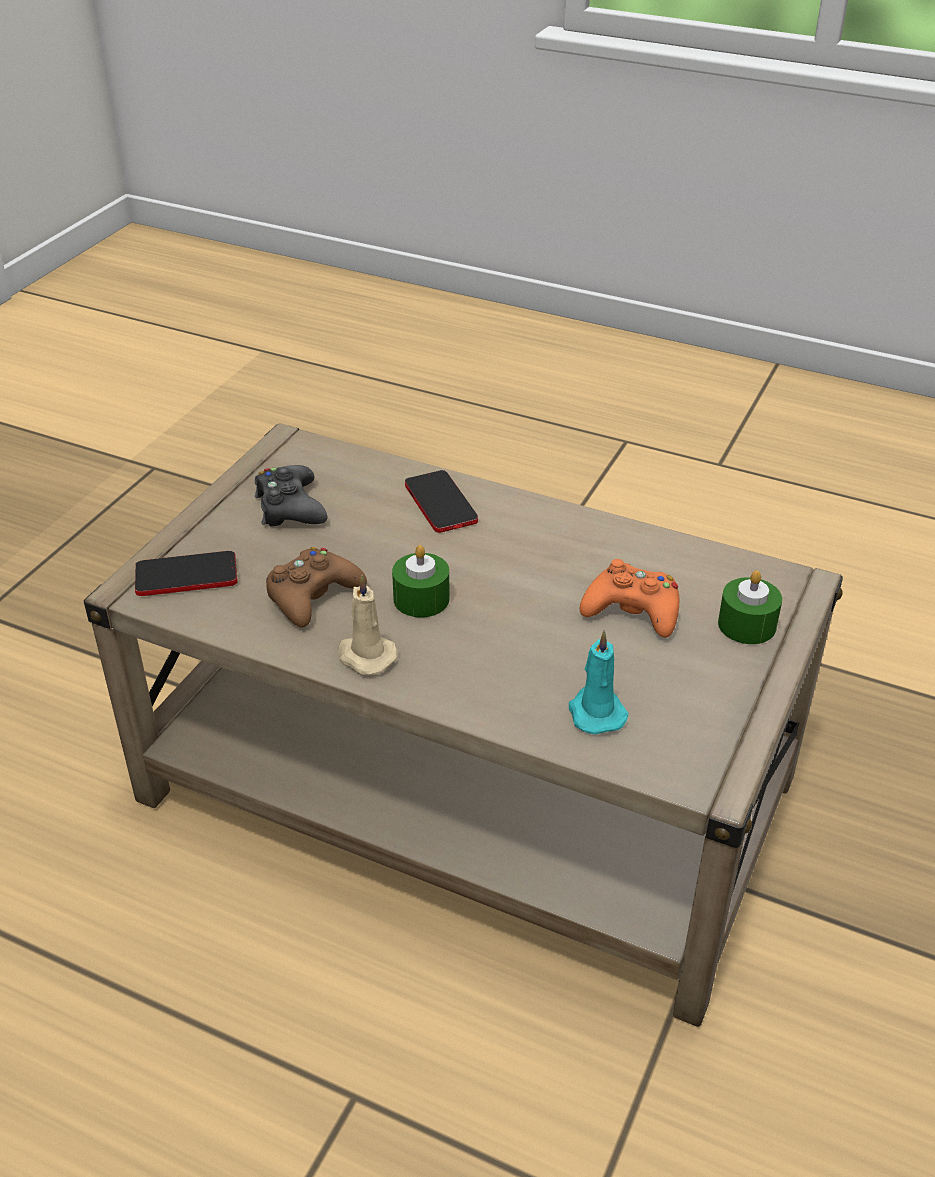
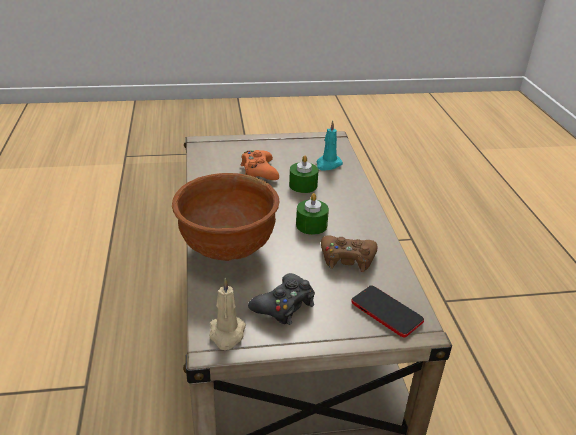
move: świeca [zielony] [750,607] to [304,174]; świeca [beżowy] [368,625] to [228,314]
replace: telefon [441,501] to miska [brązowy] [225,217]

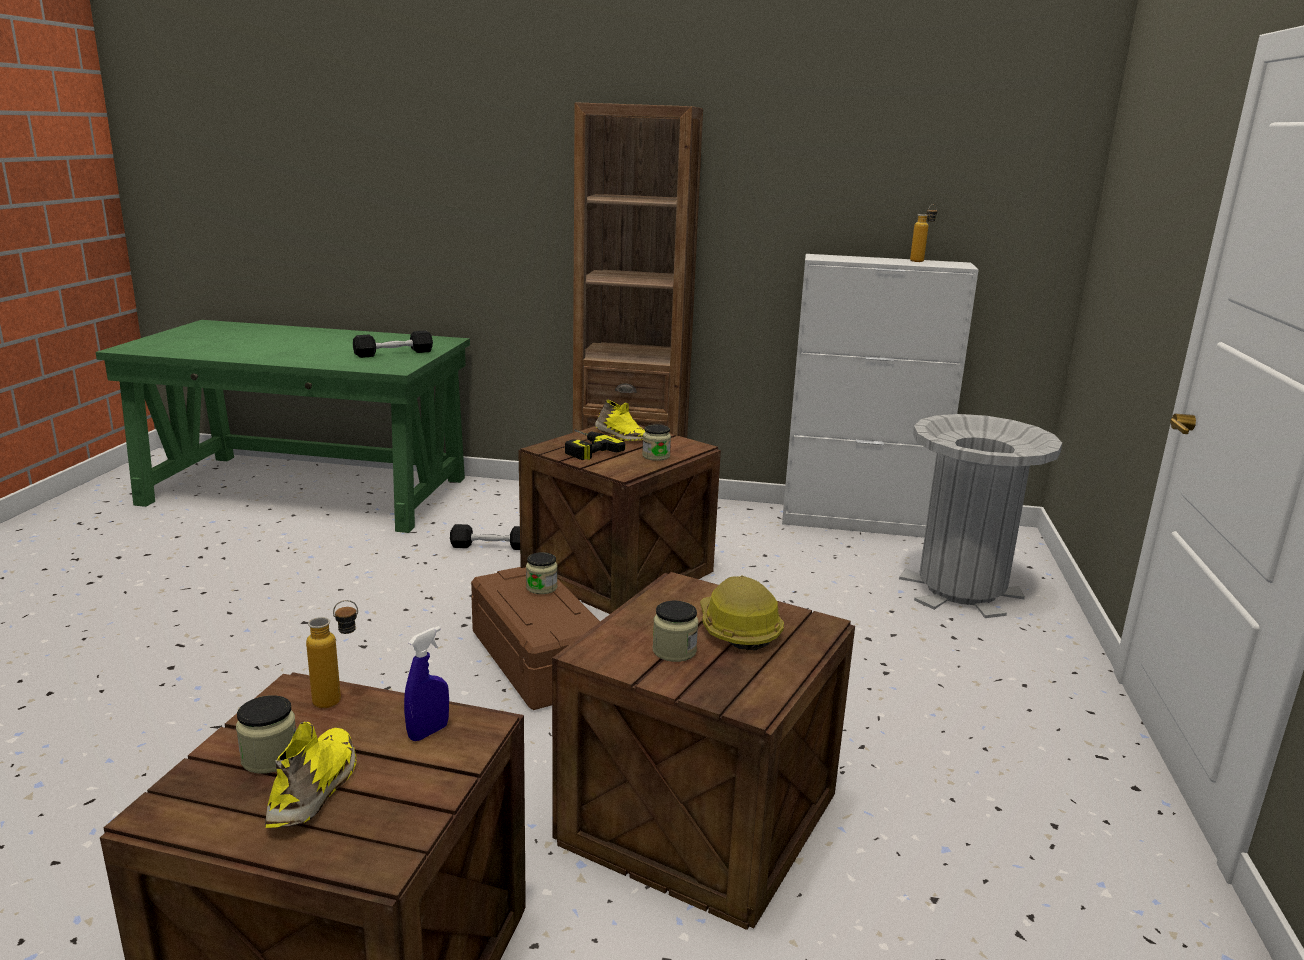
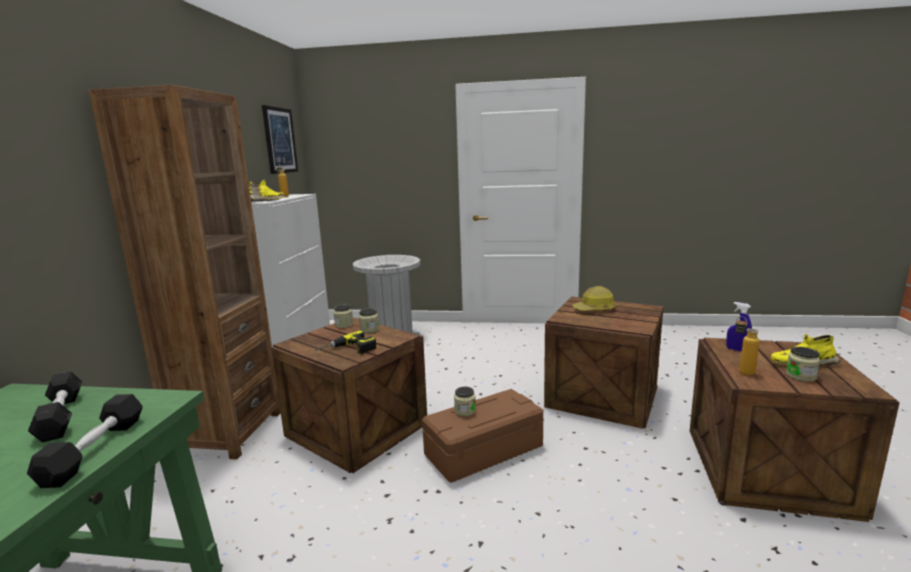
insert: obraz [280,139]
move: but [żółty] [620,420] to [266,190]; hantel [czarny] [485,537] to [85,441]; słoik [675,631] to [343,316]

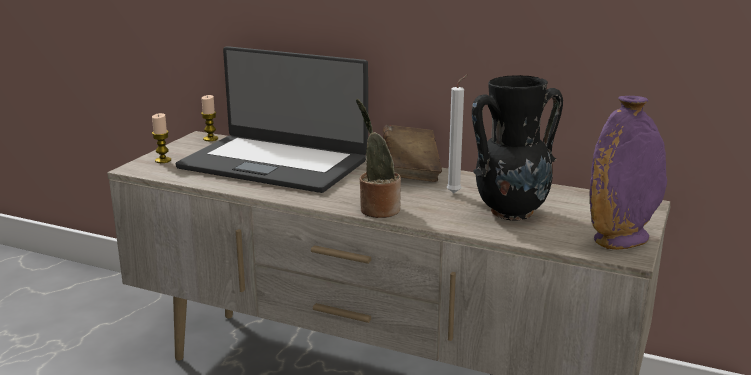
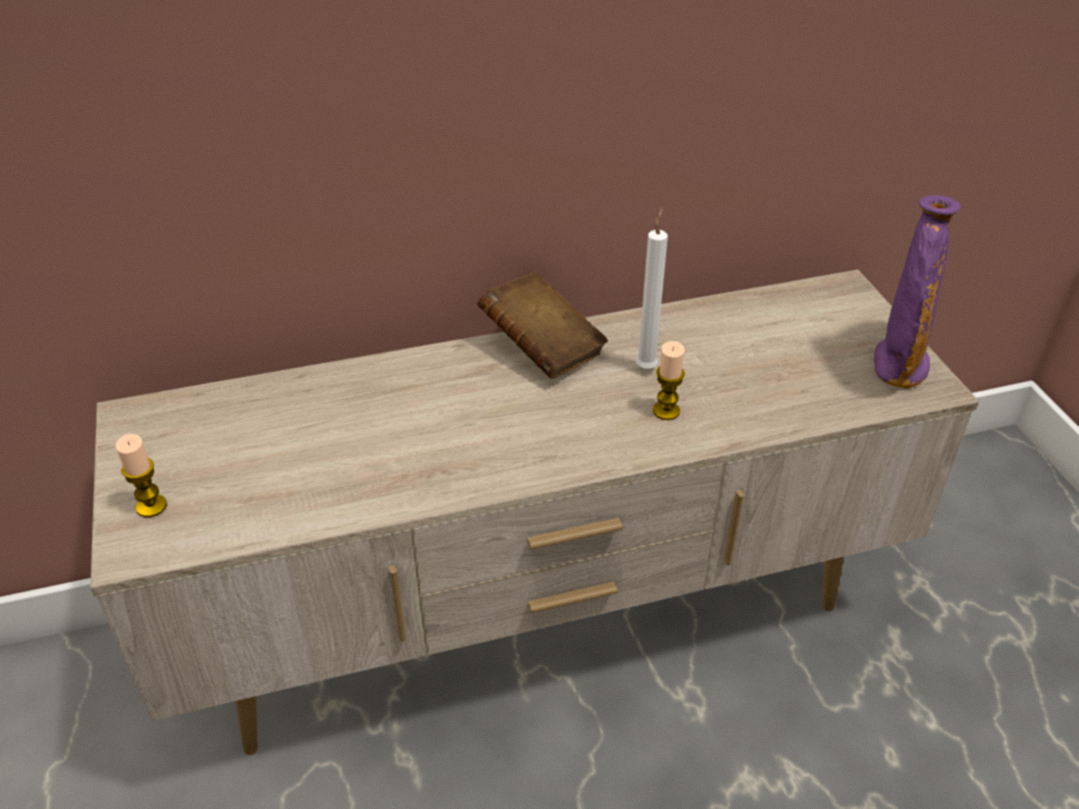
delete: laptop [272,119]; wazon [czarny] [517,148]; roślina doniczkowa [378,158]
move: świeca [209,118] to [669,380]

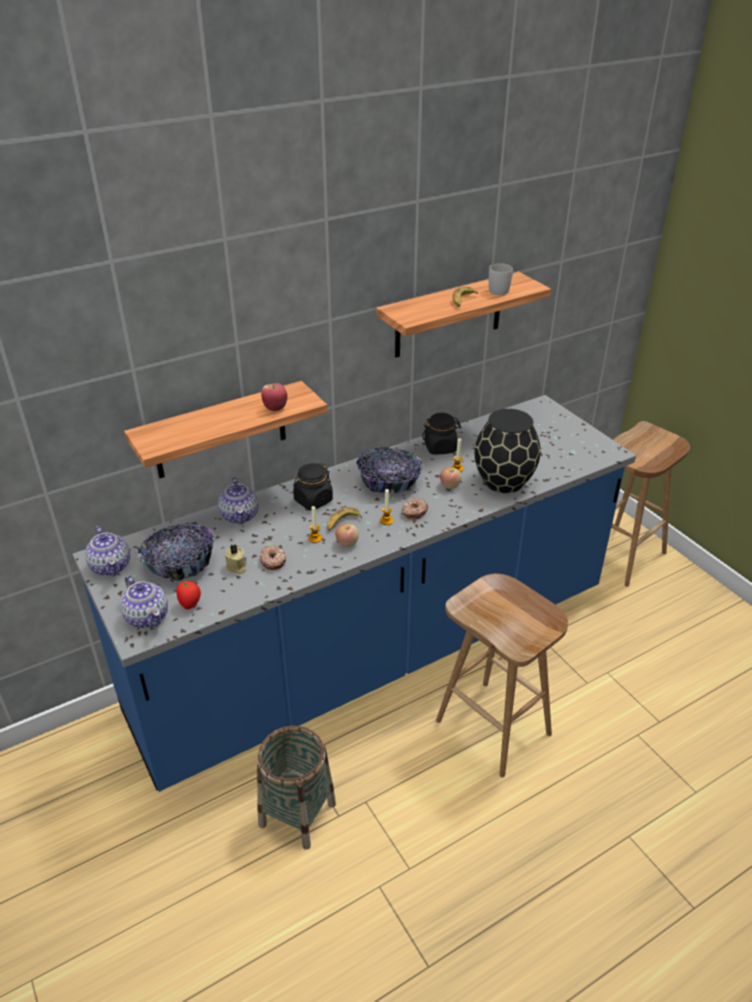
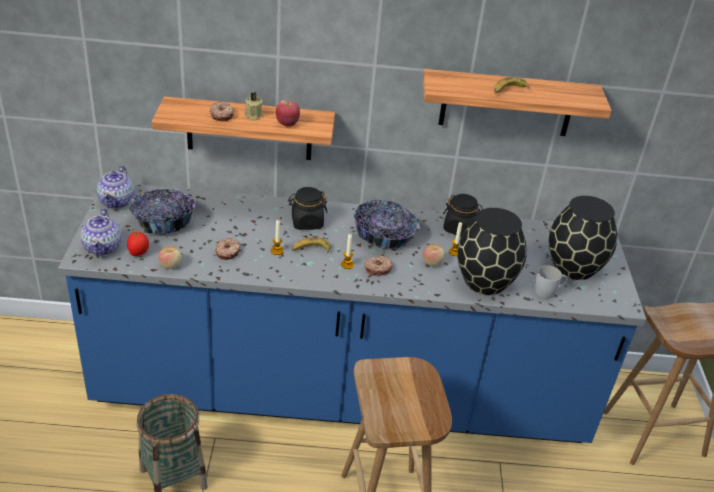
delete: imbryk [238,501]
insert: donut [222,112]; wazon [czarny] [583,238]
move: kubek [biały] [501,279] to [551,281]; jabłko [347,535] to [170,257]; świeca [beżowy] [235,559] to [253,106]

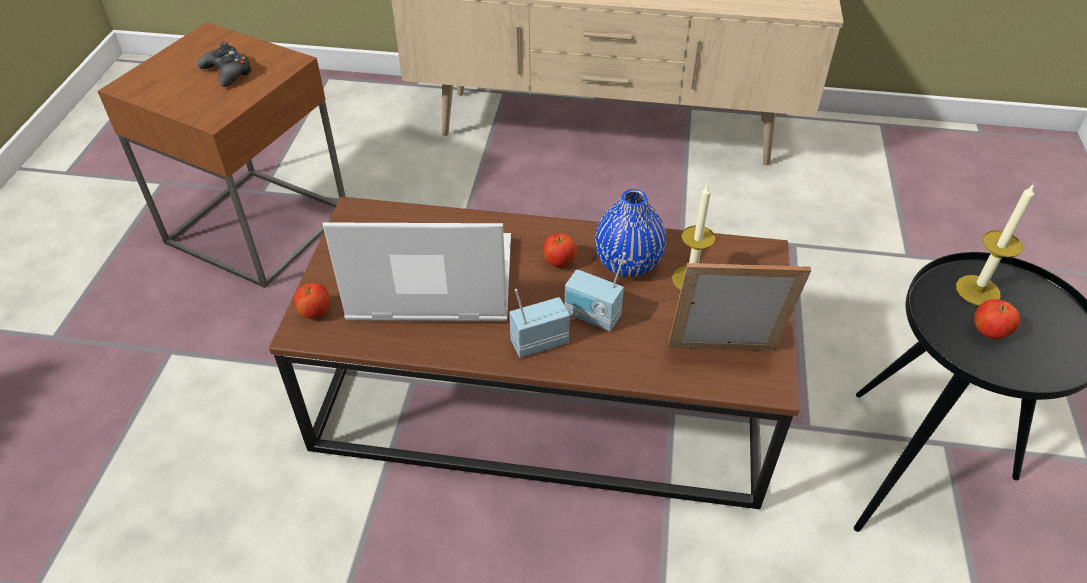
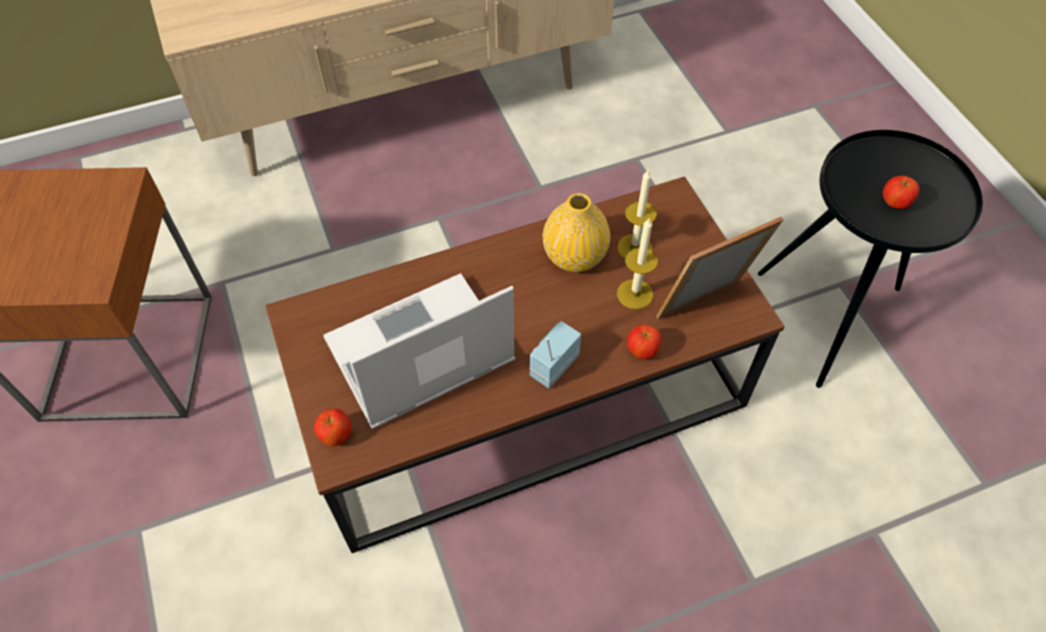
delete: pad do gier [czarny] [225,64]; radio [595,291]
move: świeca [995,245] to [637,263]; jabłko [560,250] to [644,342]
recolor: wazon [niebieski] [630,233] to wazon [żółty] [576,232]

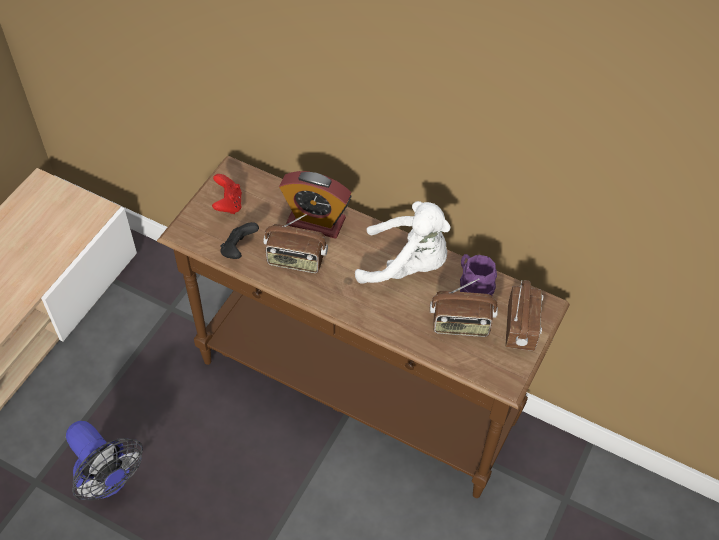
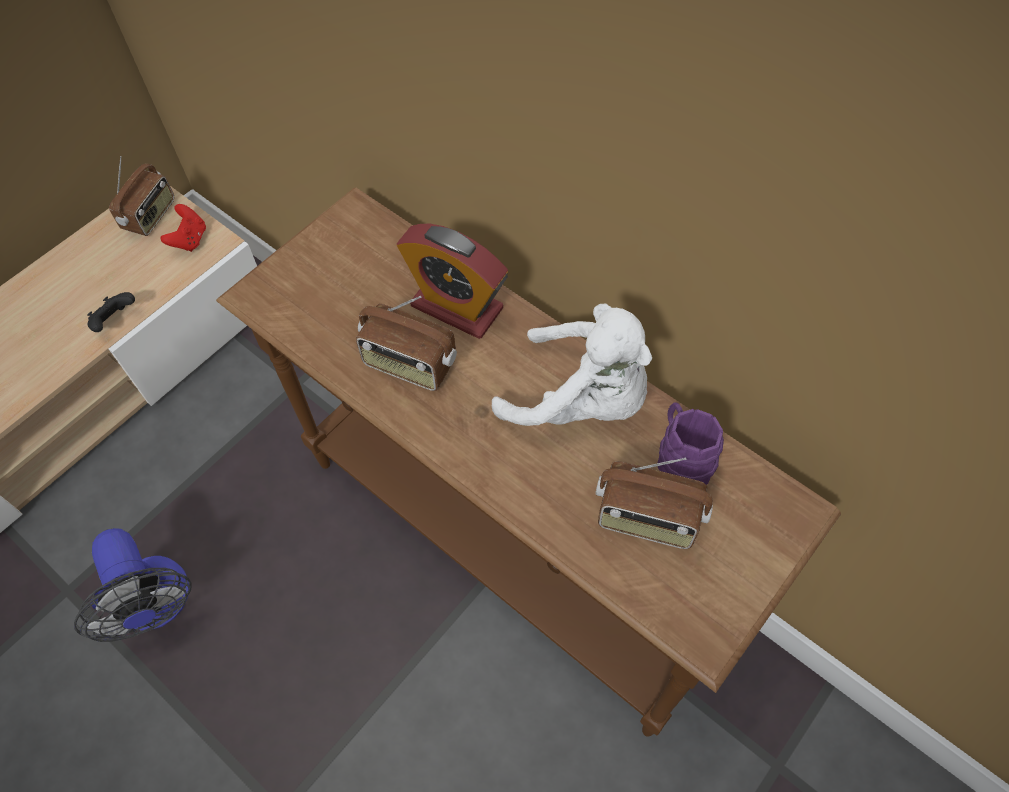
move: pad do gier [czerwony] [227,194] to [183,228]; pad do gier [czarny] [239,240] to [111,312]; radio [524,315] to [141,196]

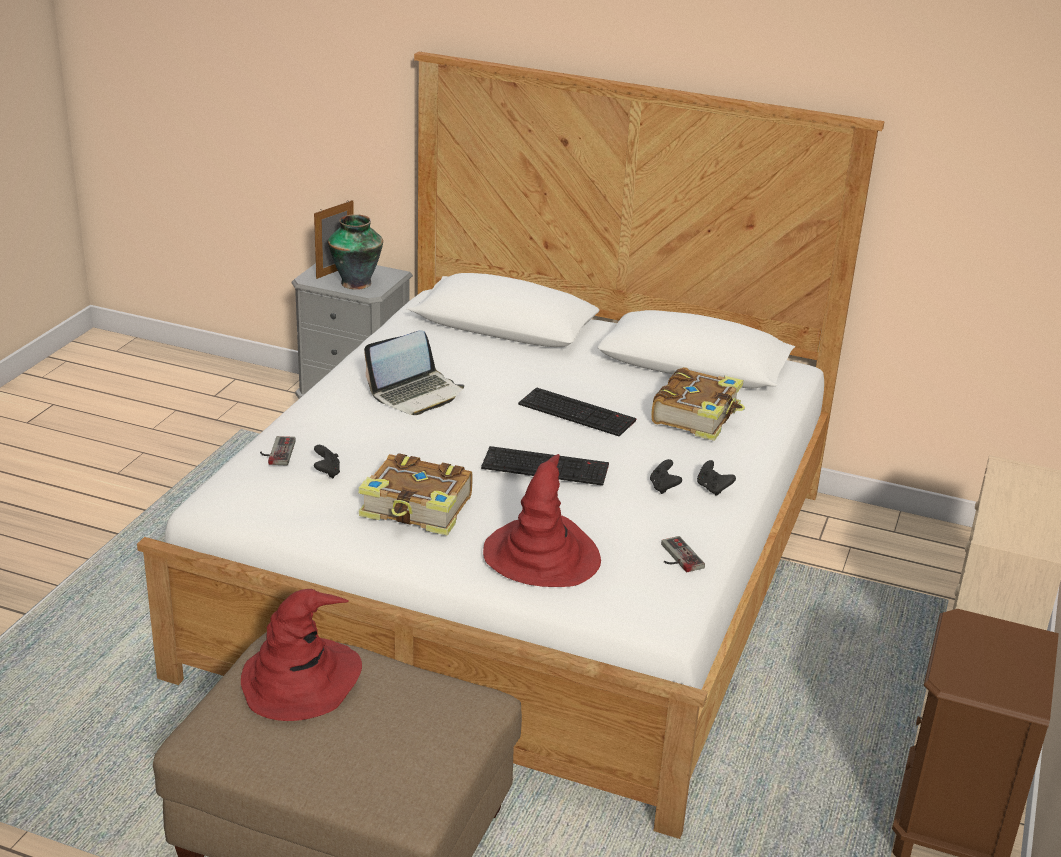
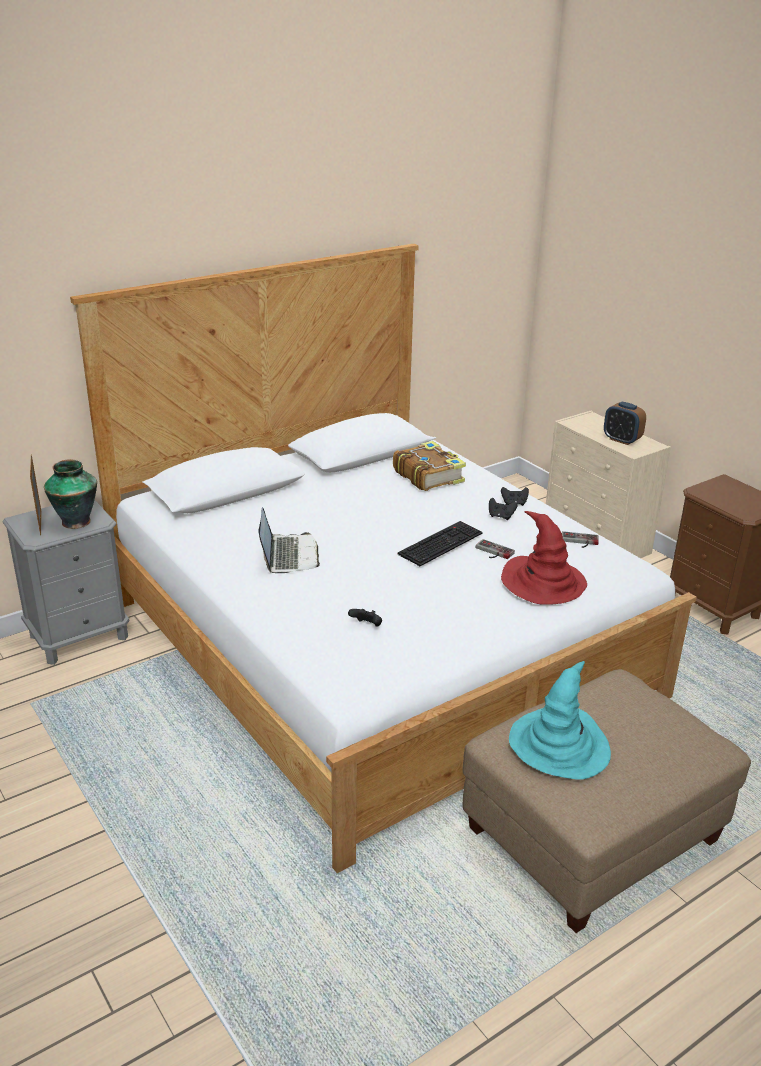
delete: klawiatura [577,412]; książka [415,494]
insert: budzik [625,423]
move: pad do gier [278,450] to [495,549]
recolor: kapelusz [czerwony] [301,655] to kapelusz [turkusowy] [560,720]

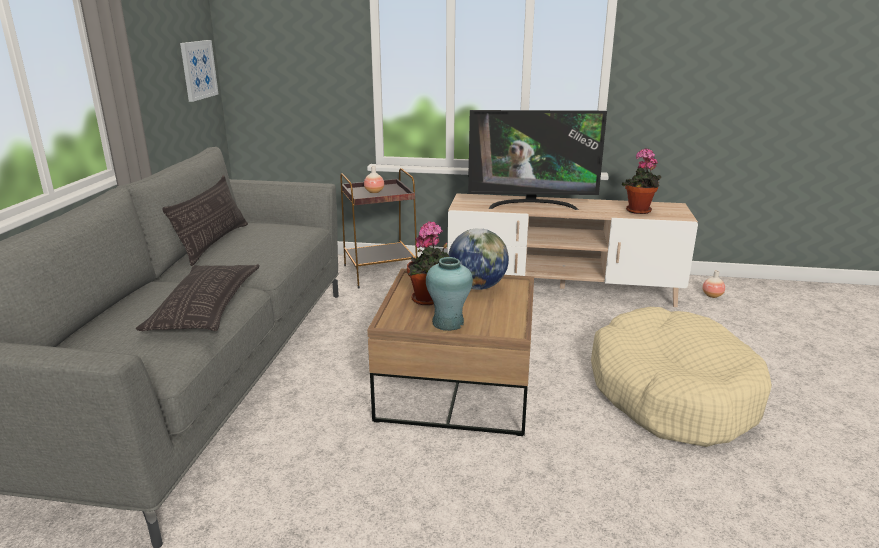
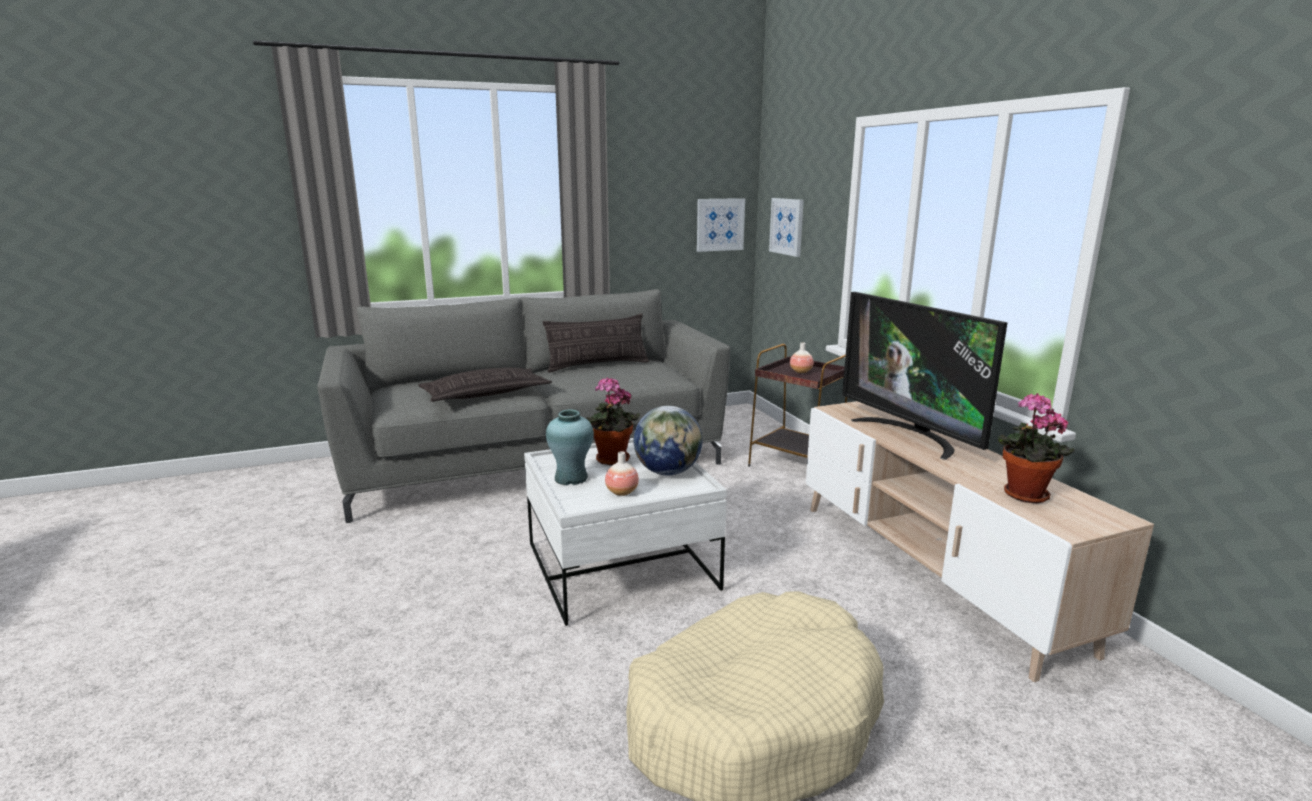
insert: obraz [786,227]
move: wazon [714,284] to [622,473]
recolor: ława [brązowy] [450,352] to ława [biały] [625,532]

